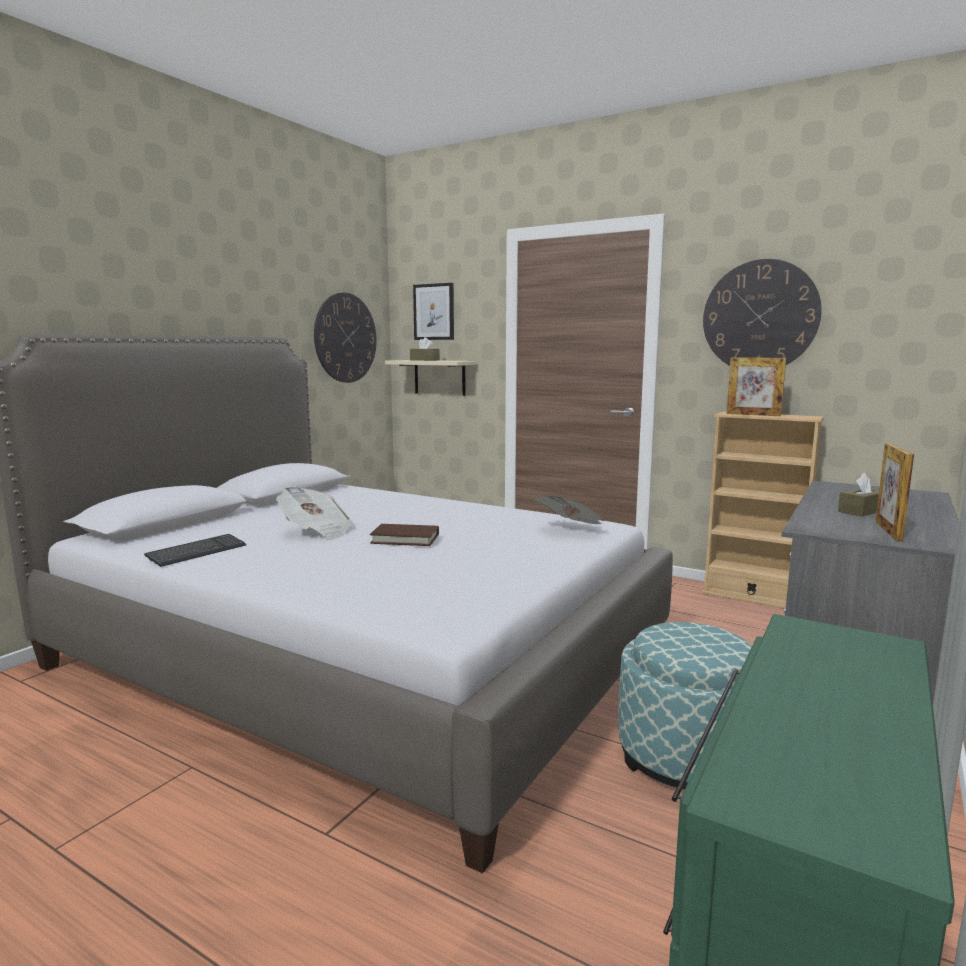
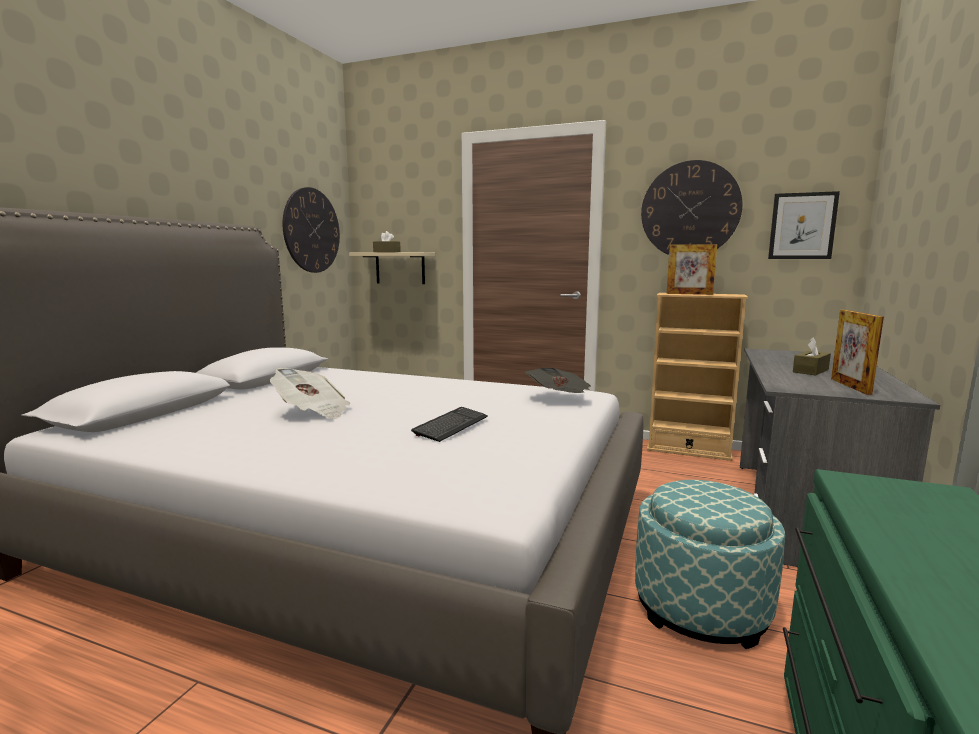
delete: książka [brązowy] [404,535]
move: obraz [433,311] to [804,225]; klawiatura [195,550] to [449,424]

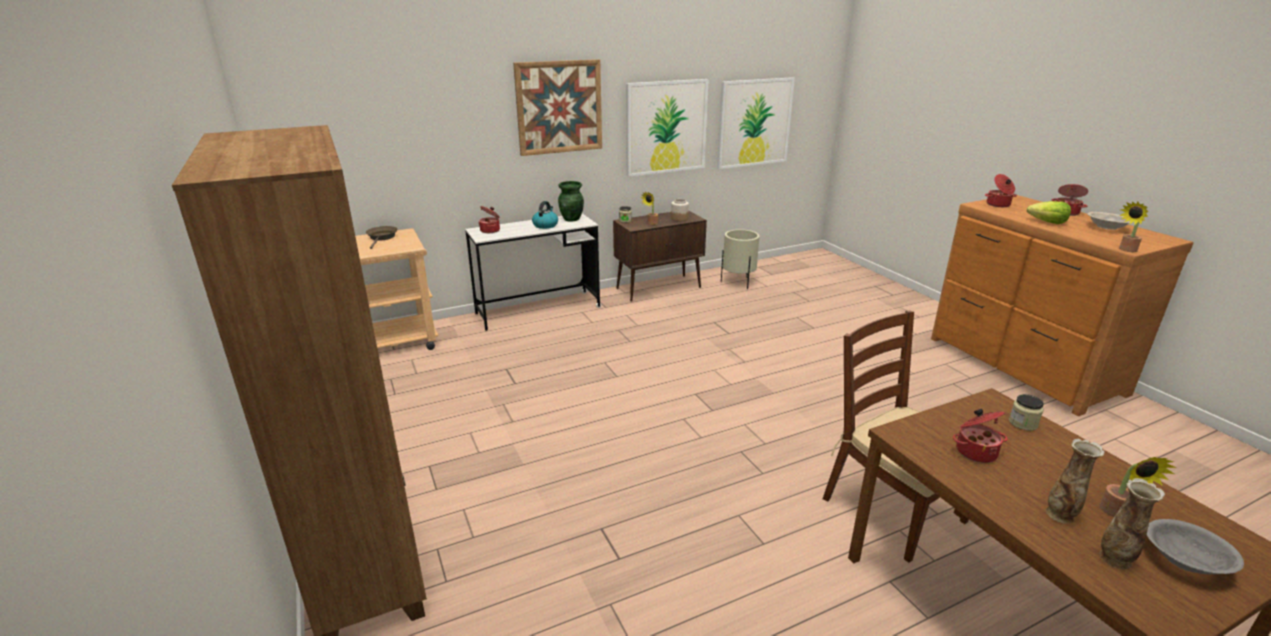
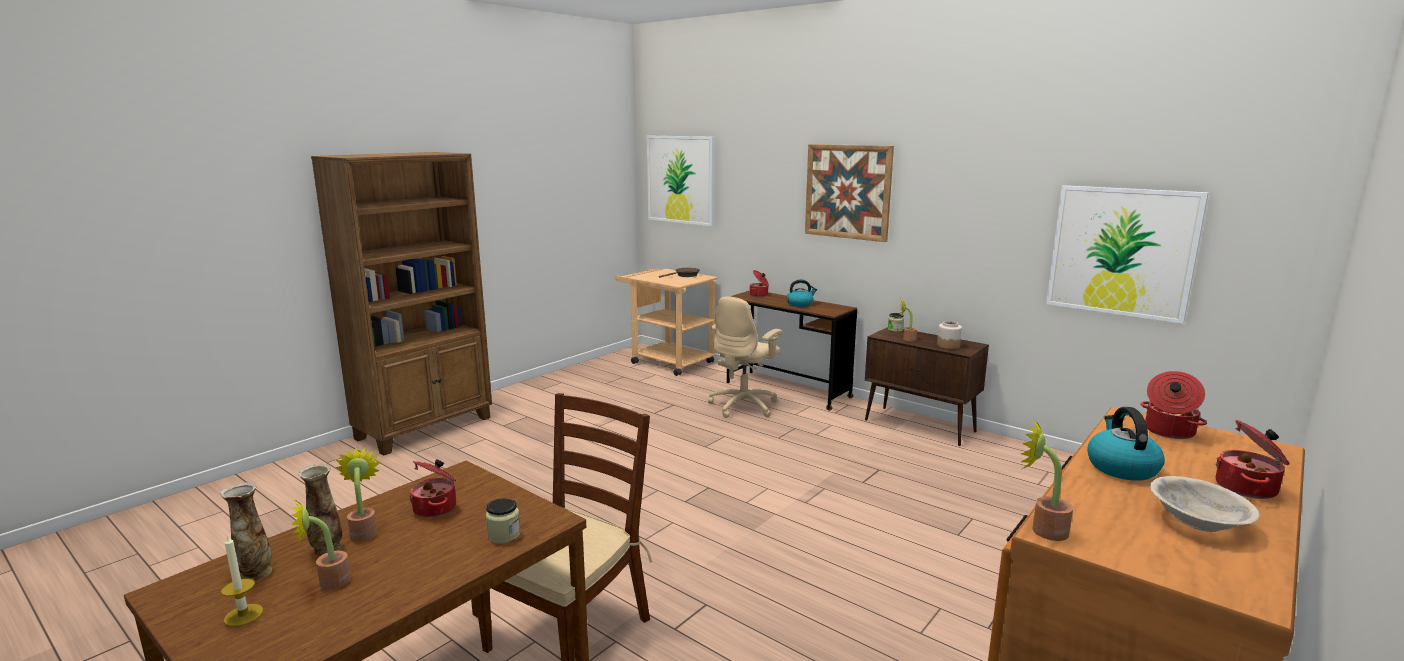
delete: wazon [zielony] [571,201]; donica [beżowy] [740,259]
insert: krzesło biurowe [beżowy] [745,357]; roślina doniczkowa [358,494]
move: obraz [667,128] to [681,181]
replace: sałata [1049,212] to czajnik [1126,444]; miska [szary] [1195,546] to świeca [242,580]
recolor: biurko [biały] [533,272] to biurko [brązowy] [792,351]

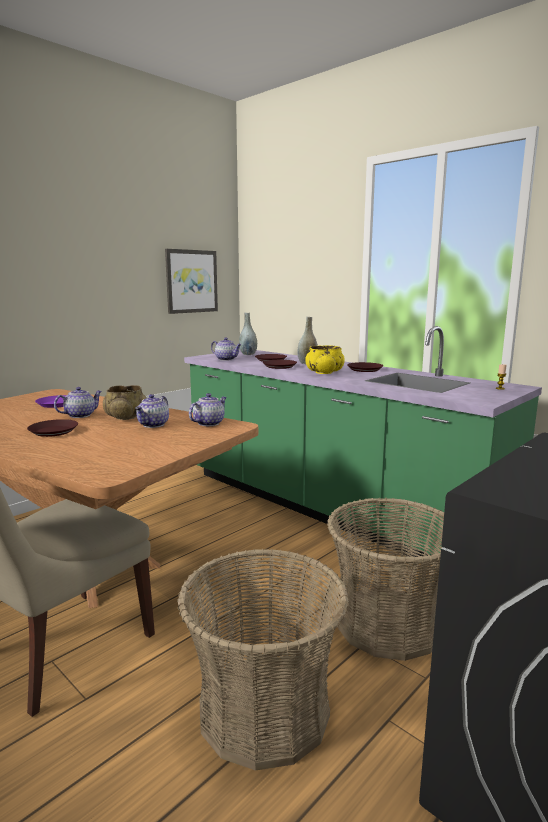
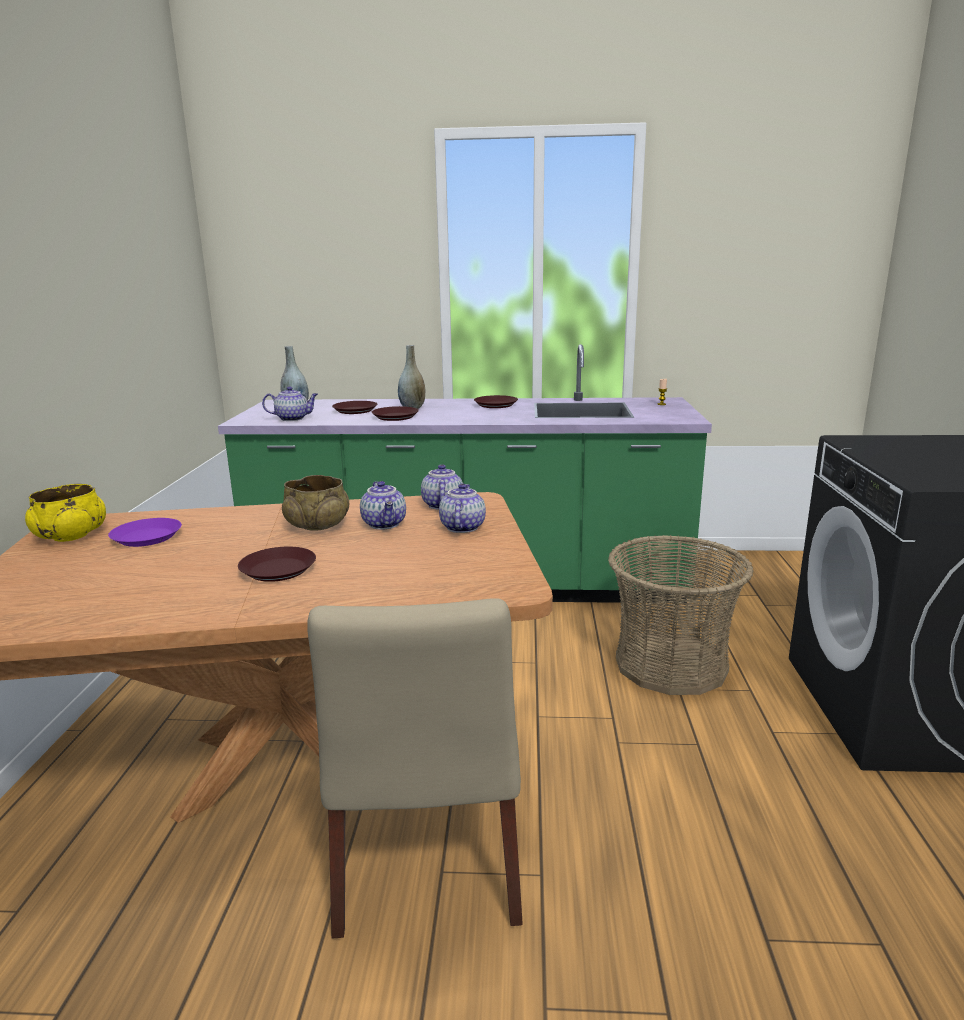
delete: obraz [191,281]; koszyk [263,660]
move: miska [żółty] [325,359] to [65,513]; imbryk [78,402] to [462,508]

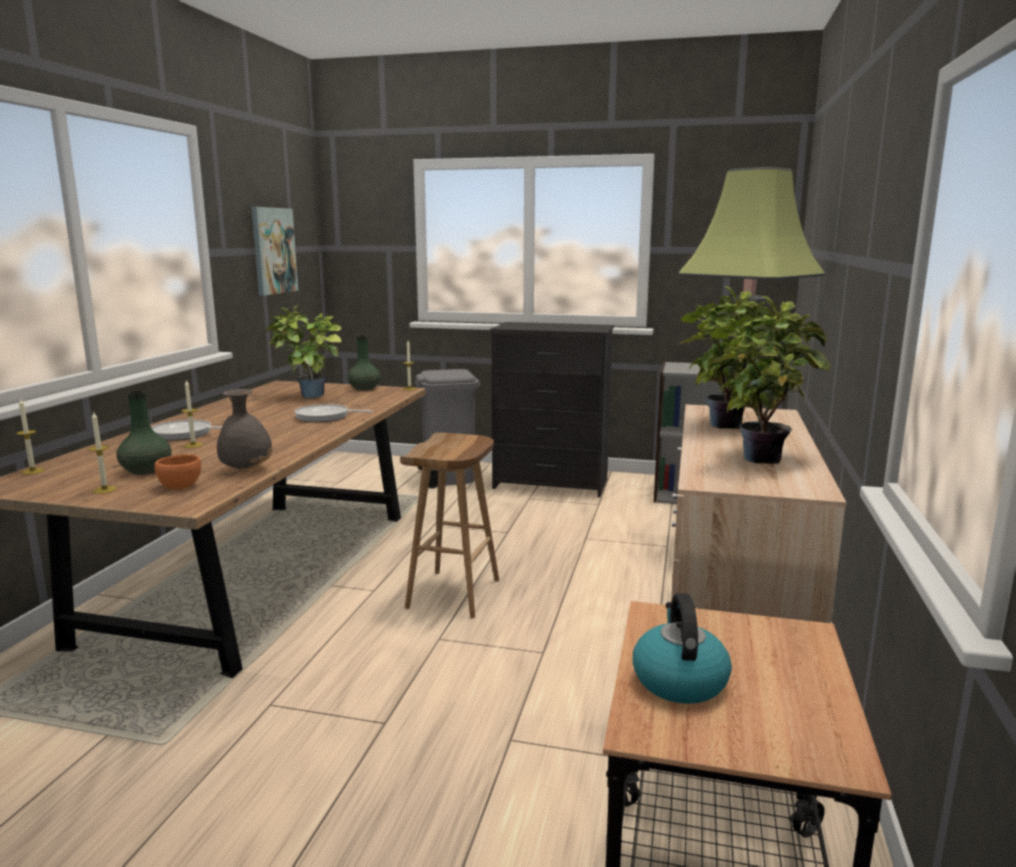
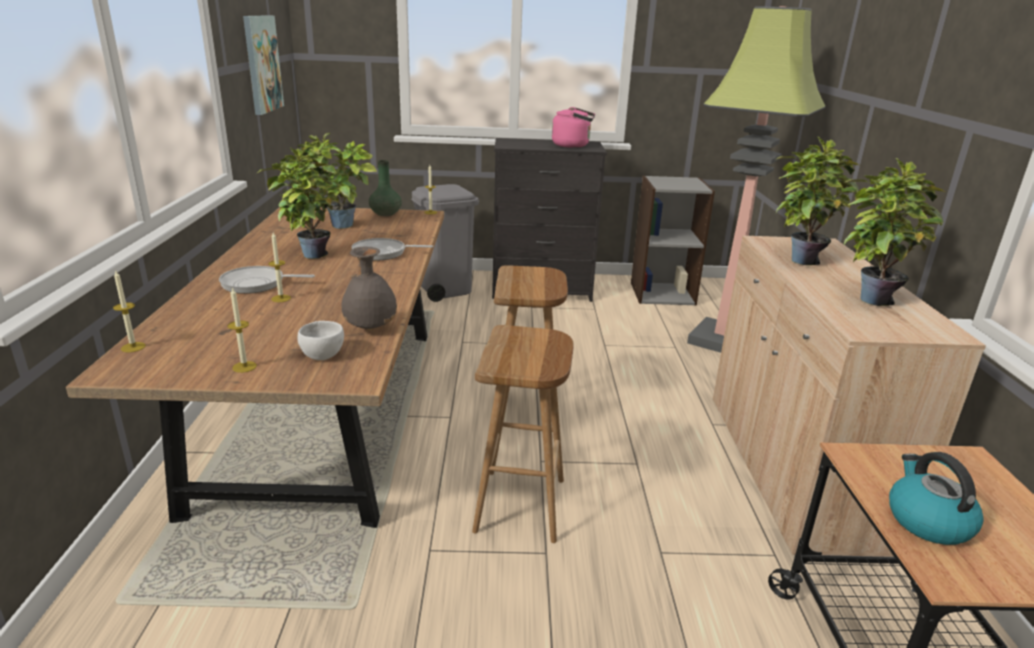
delete: wazon [zielony] [144,433]
insert: czajnik [różowy] [573,127]; roślina doniczkowa [297,203]; stołek [brązowy] [523,434]
recolor: miska [pomarańczowy] [178,472] to miska [biały] [321,340]

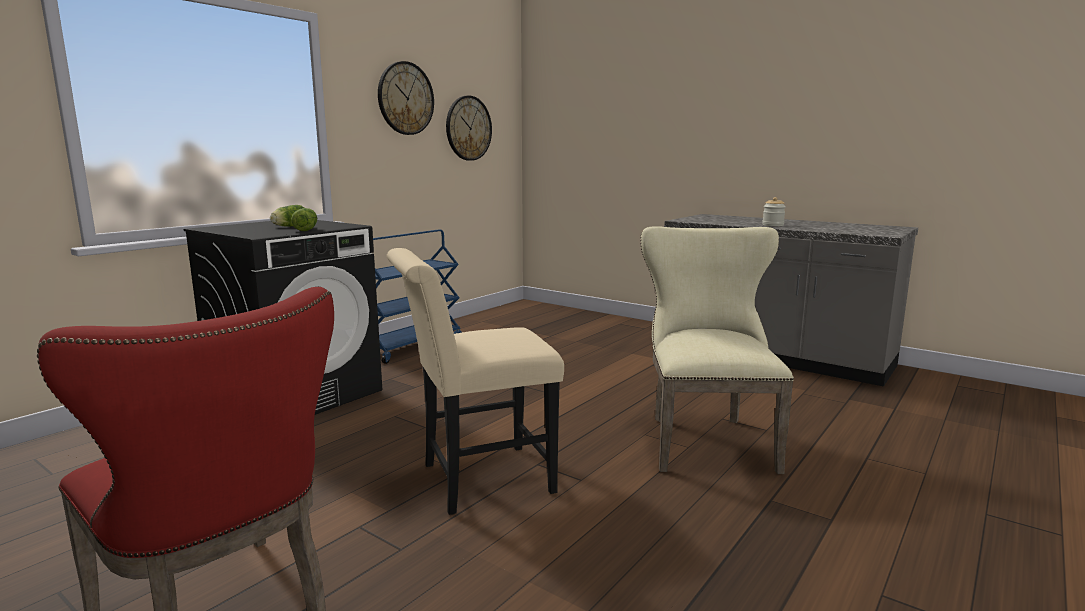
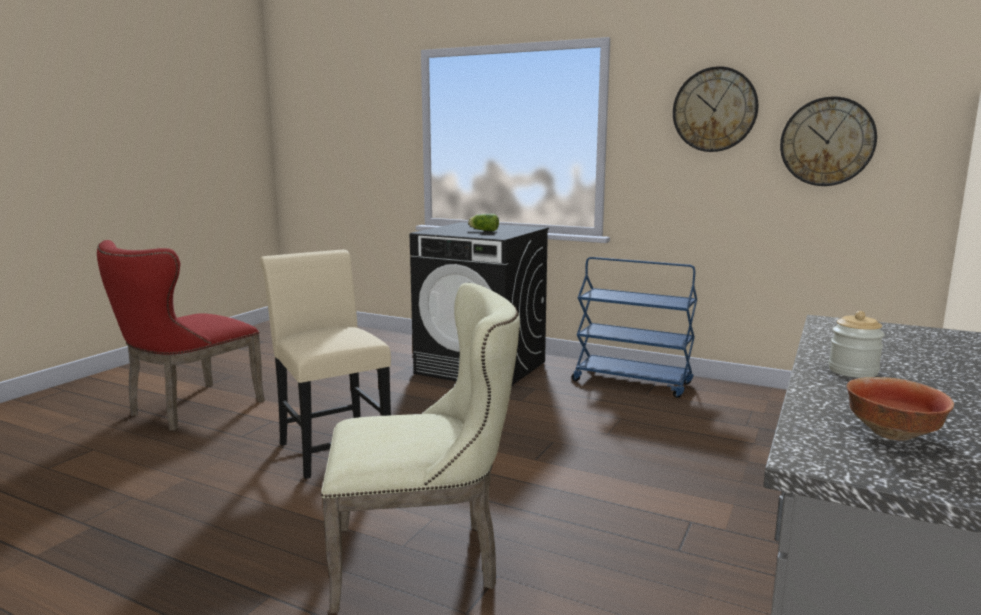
delete: sałata [304,219]
insert: miska [900,409]

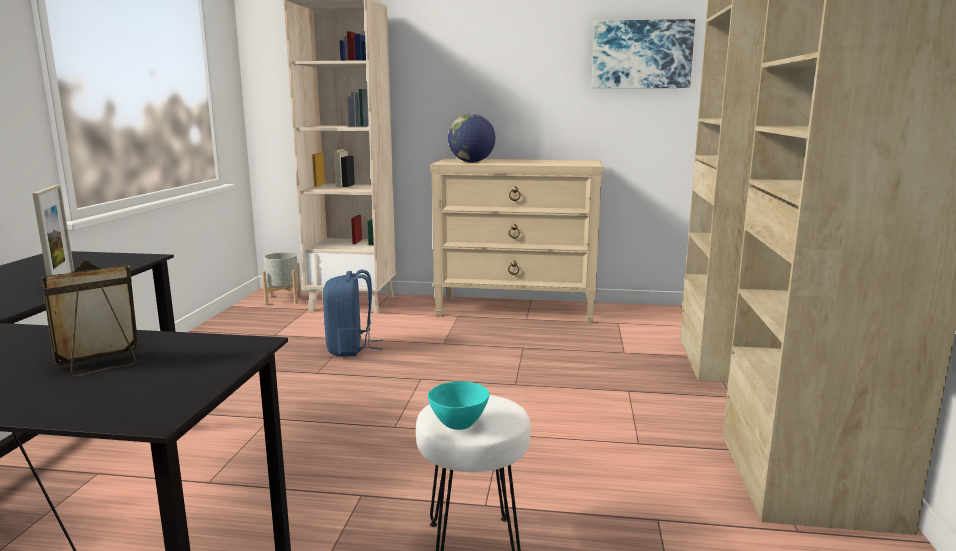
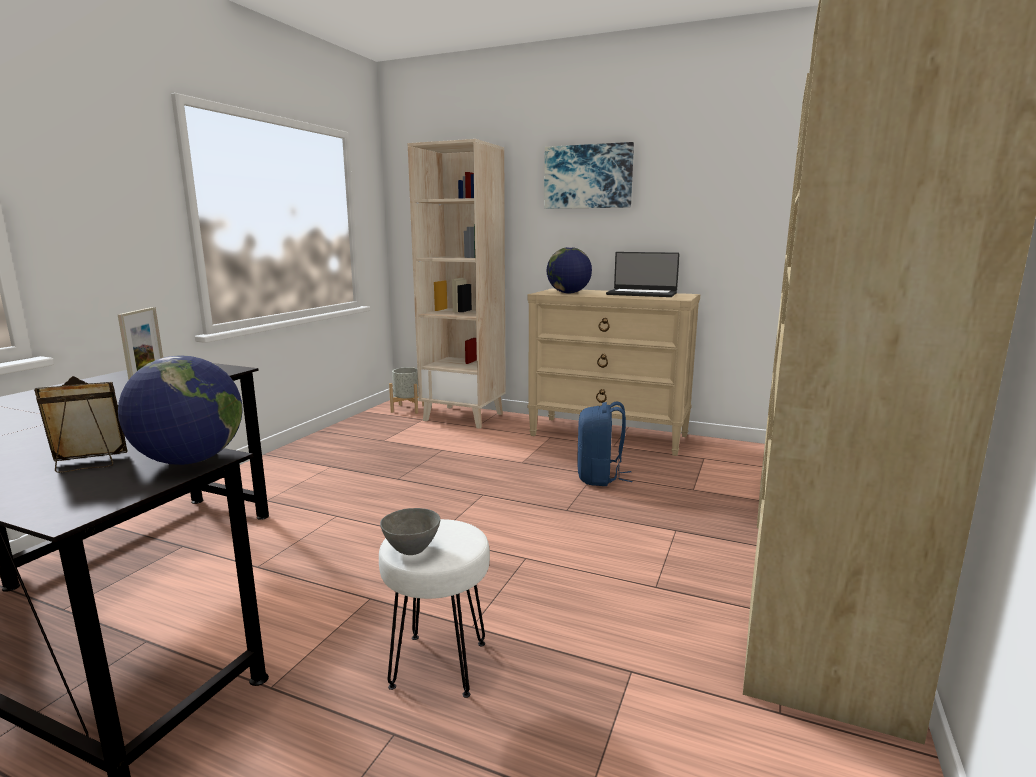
insert: laptop [643,274]; globus [180,410]
move: obraz [643,53] to [589,175]; plecak [niebieski] [353,313] to [605,444]
recolor: miska [turkusowy] [458,405] to miska [szary] [410,531]

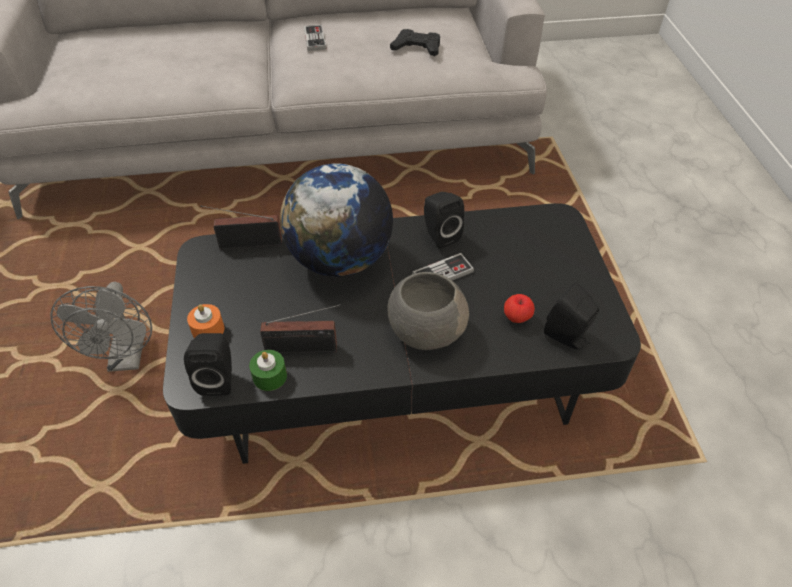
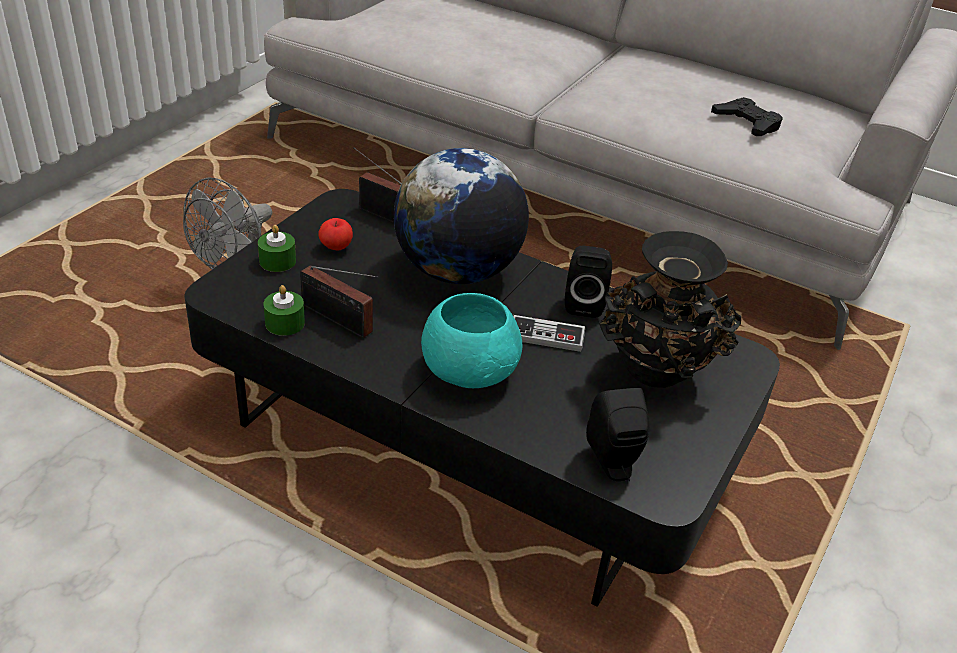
delete: pad do gier [315,38]; głośnik [czarny] [208,364]
insert: wazon [czarny] [670,309]
move: jabłko [519,308] to [335,234]
recolor: miska [szary] [428,311] to miska [turkusowy] [472,340]; świeca [pomarańczowy] [205,321] to świeca [zielony] [277,248]

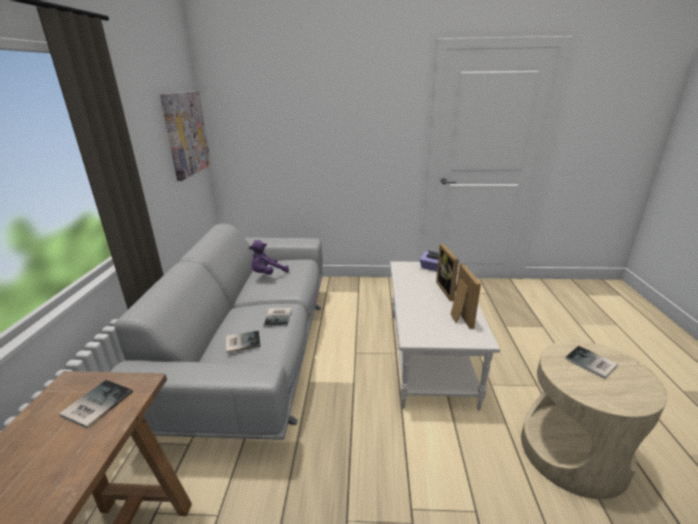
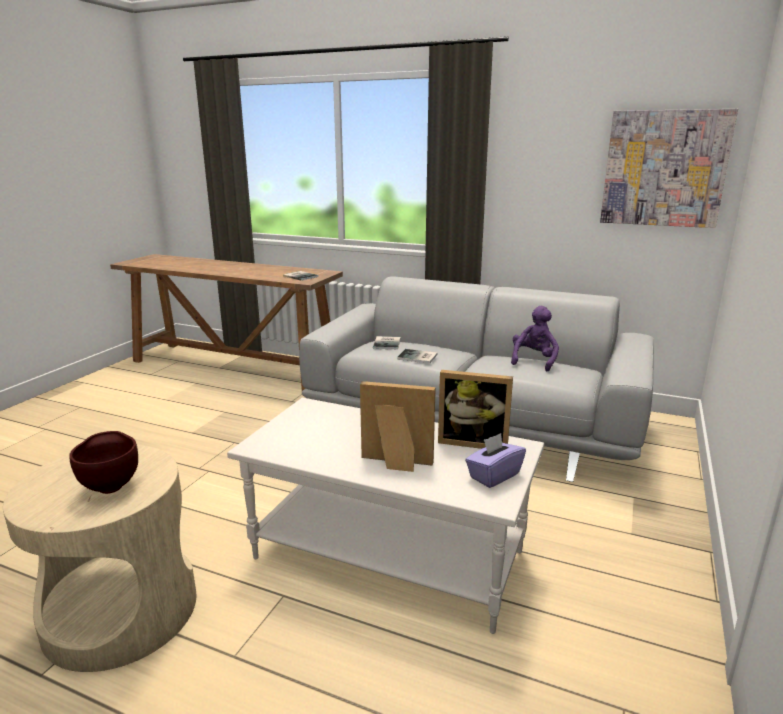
move: ramka na zdjęcie [466,296] to [475,409]
replace: książka [591,362] to miska [brązowy] [103,462]
rotate: pluszak [fioletowy] [269,257] = [535,339] 45 degrees clockwise

